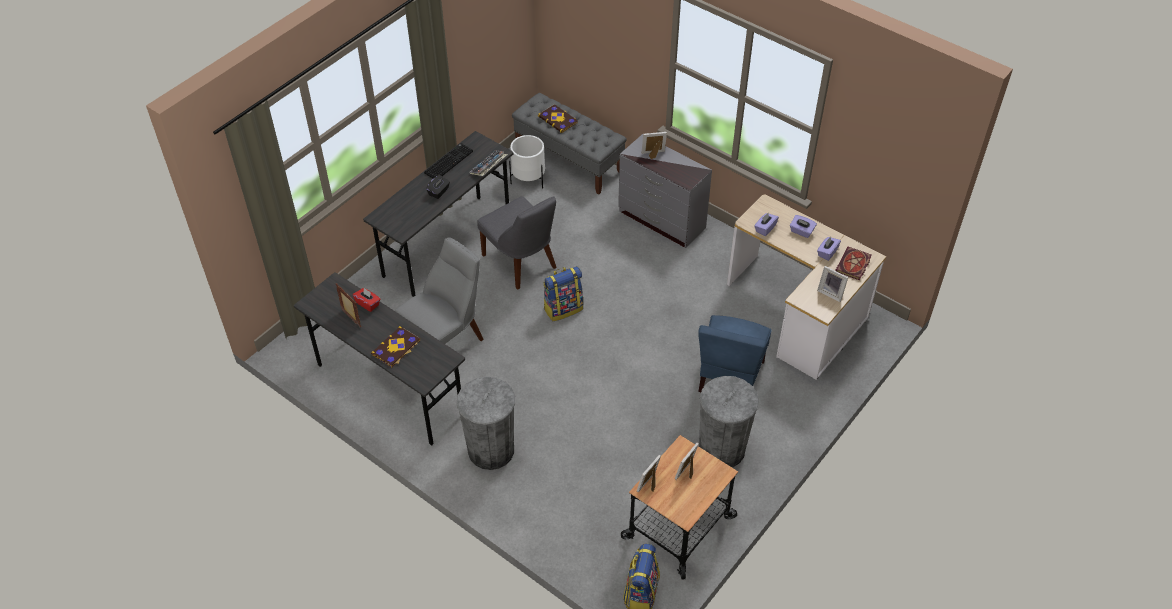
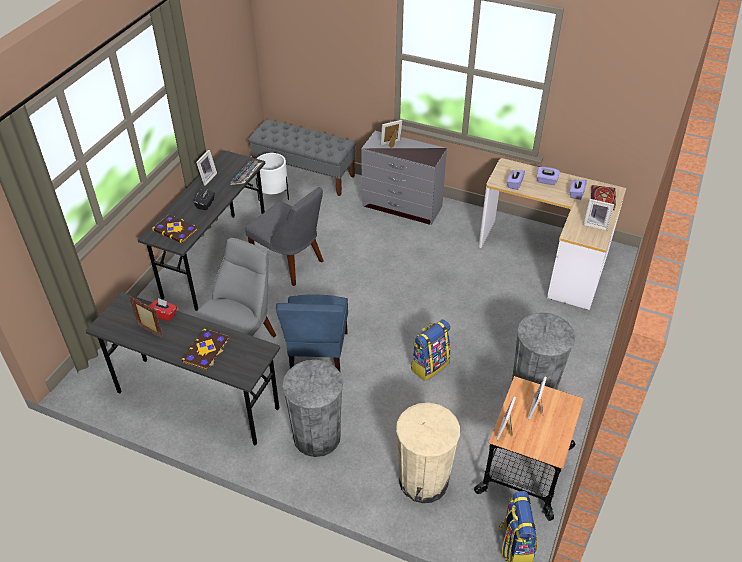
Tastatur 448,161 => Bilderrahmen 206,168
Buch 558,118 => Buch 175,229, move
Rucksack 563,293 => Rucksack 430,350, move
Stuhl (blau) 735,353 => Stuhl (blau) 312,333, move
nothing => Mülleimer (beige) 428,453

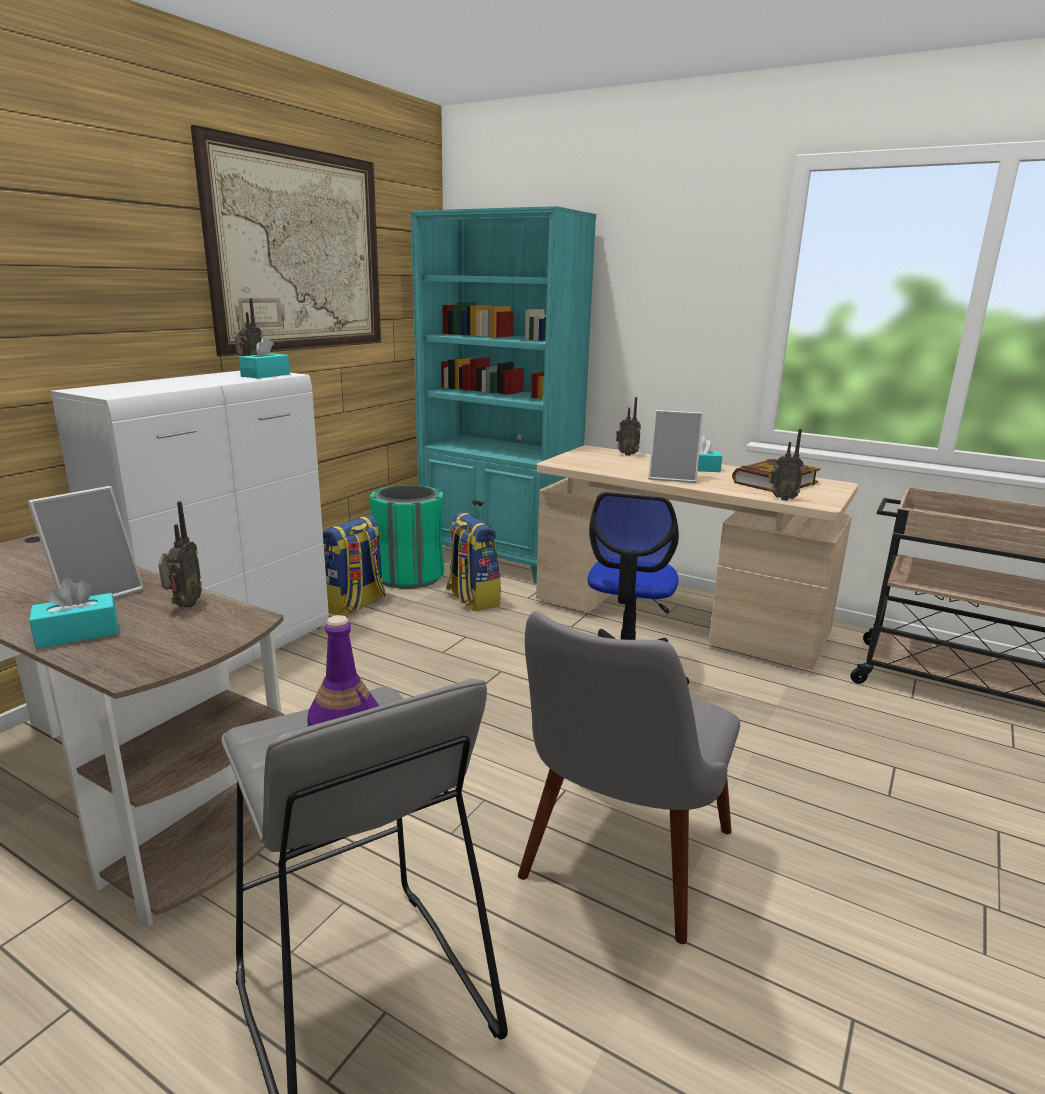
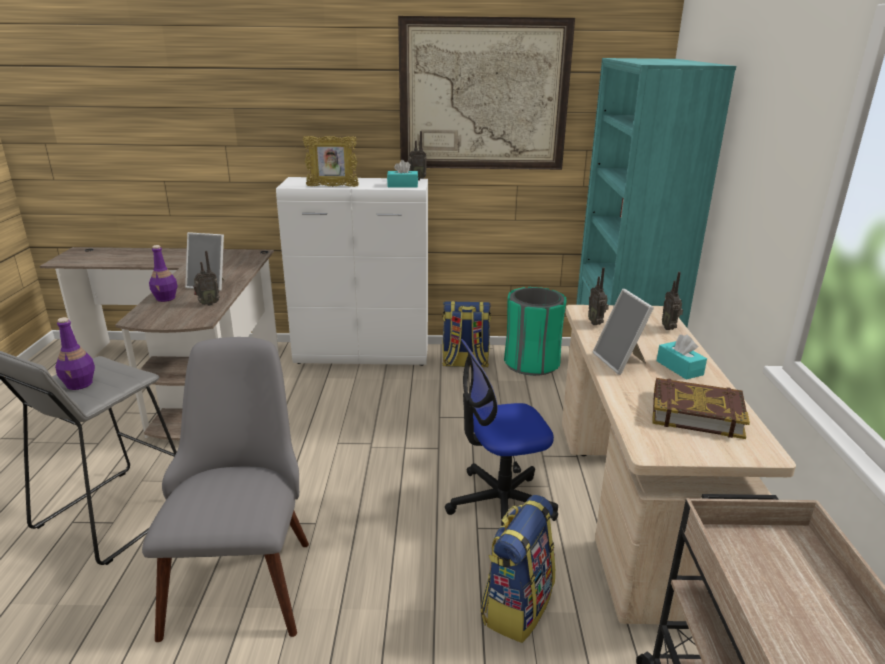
Taschentuchbox (türkis) 73,614 => Flasche (lila) 163,273
Rucksack 473,561 => Rucksack 518,569, move
Stuhl (grau) 629,777 => Stuhl (grau) 225,489, 90 degrees clockwise
Radio 786,465 => Radio 598,296, move
nothing => Bilderrahmen 331,161

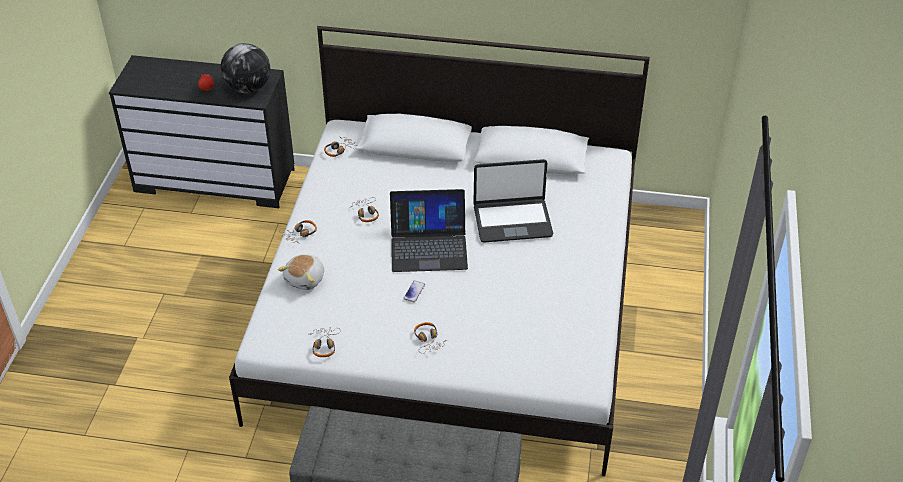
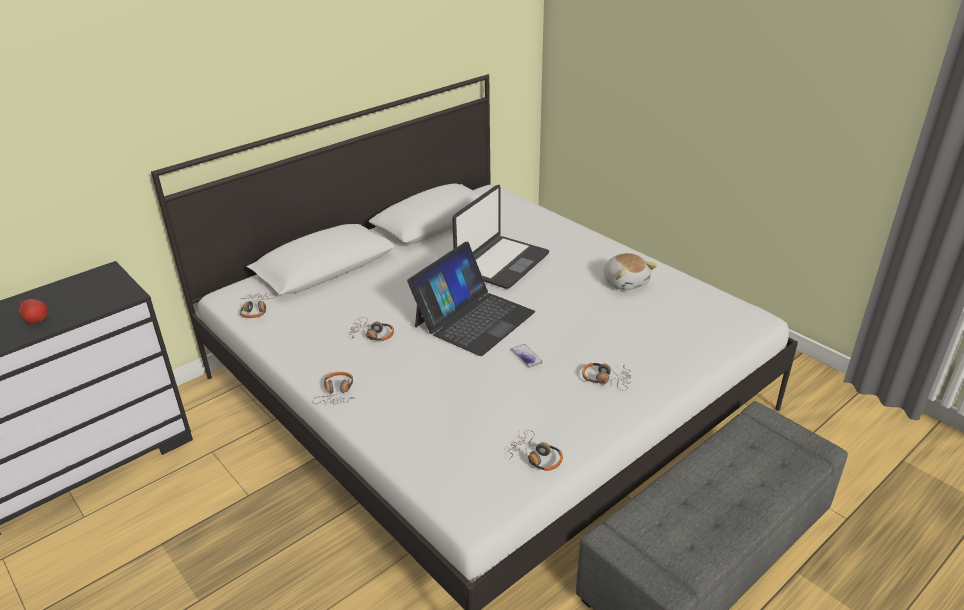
Globus 245,68 => nothing
Plüschtier 301,272 => Plüschtier 630,271, move

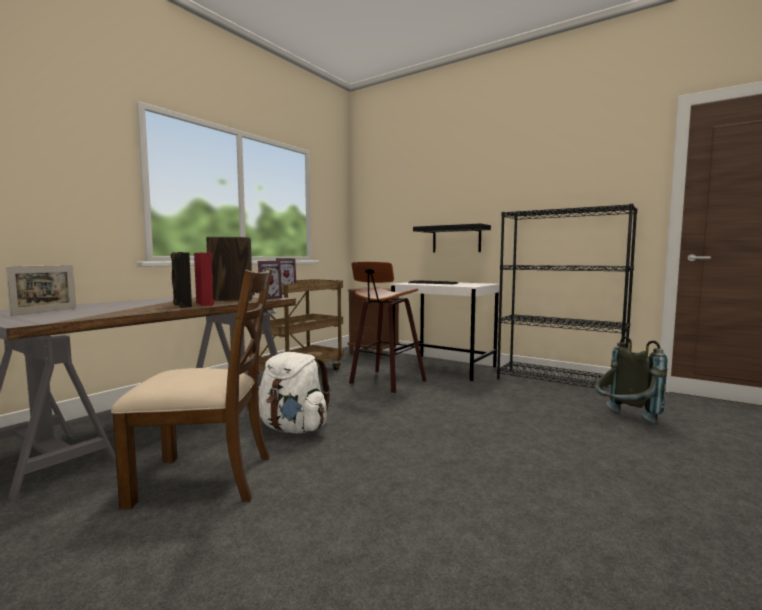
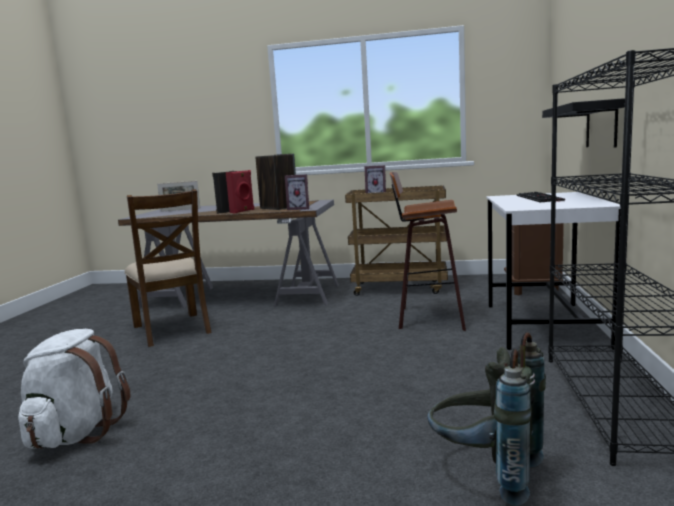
Rucksack (weiß) 294,392 => Rucksack (weiß) 74,389, move

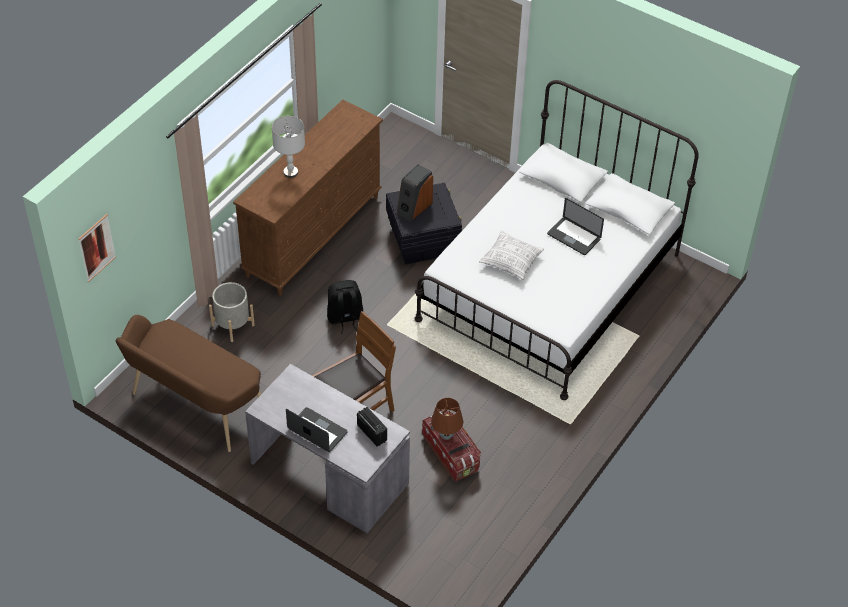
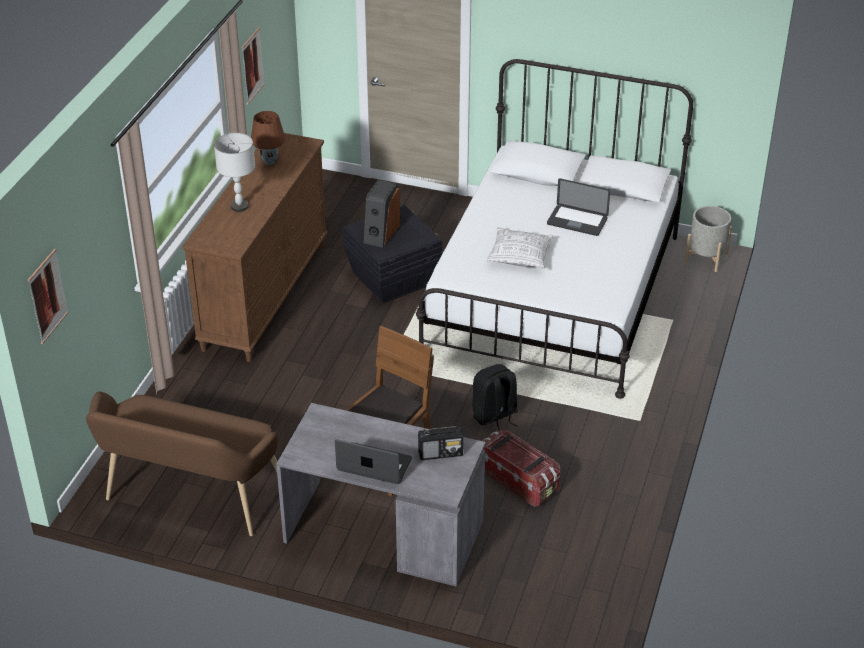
Pflanzkübel (grau) 232,312 => Pflanzkübel (grau) 708,239, move
Rucksack (schwarz) 345,307 => Rucksack (schwarz) 495,397, move
Radio 372,426 => Radio 440,443, 135 degrees clockwise
Tischlampe (braun) 447,419 => Tischlampe (braun) 268,138, move
nothing => Bild 253,66

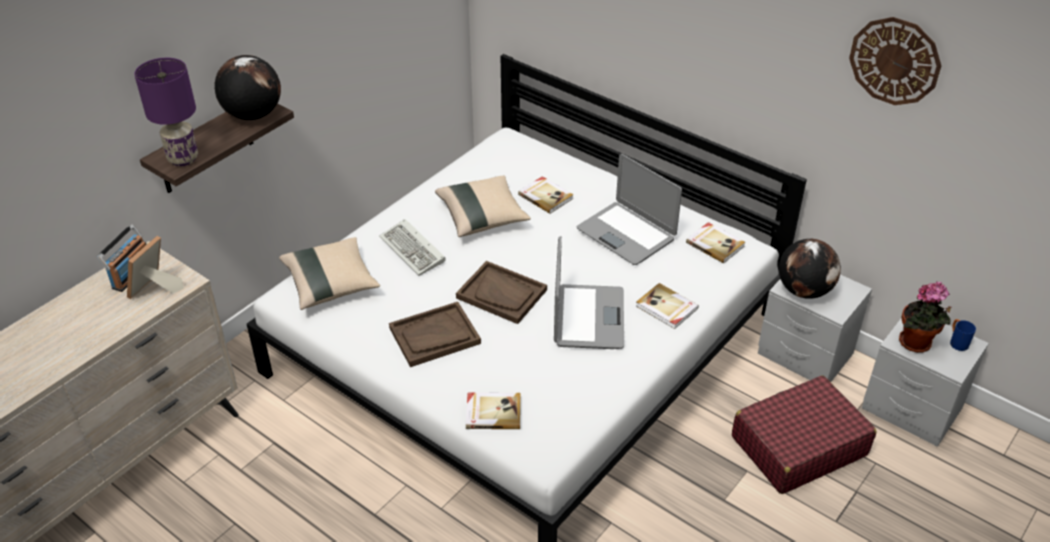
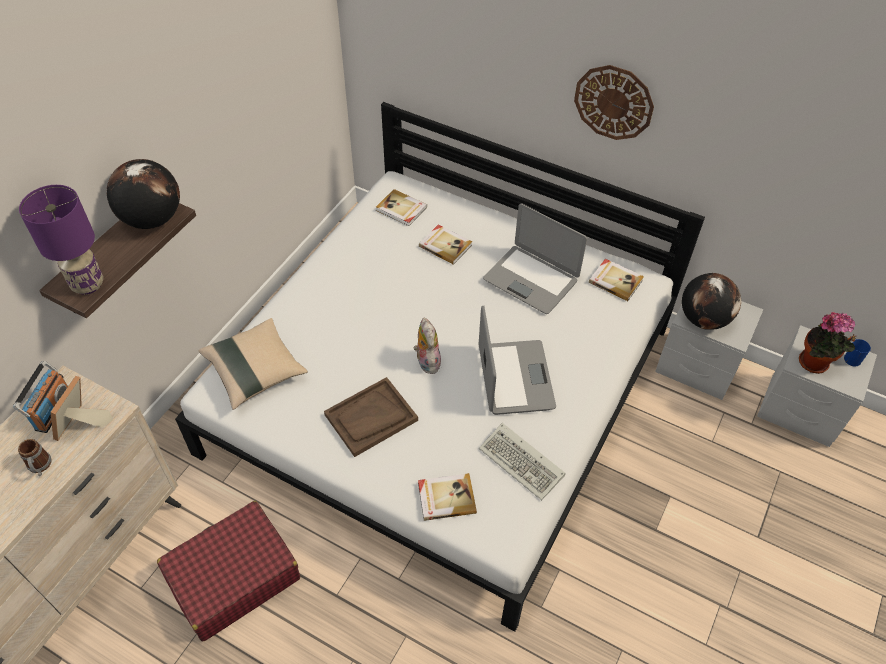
Tastatur 412,247 => Tastatur 522,462, move
Kissen (beige) 483,206 => nothing
Tablett (braun) 501,292 => Plüschtier 427,346
Buch 667,306 => Buch 401,207, move
Koffer (rot) 804,434 => Koffer (rot) 228,571, move
Wanduhr 895,61 => Wanduhr 614,102, move
nothing => Henkelbecher 35,457

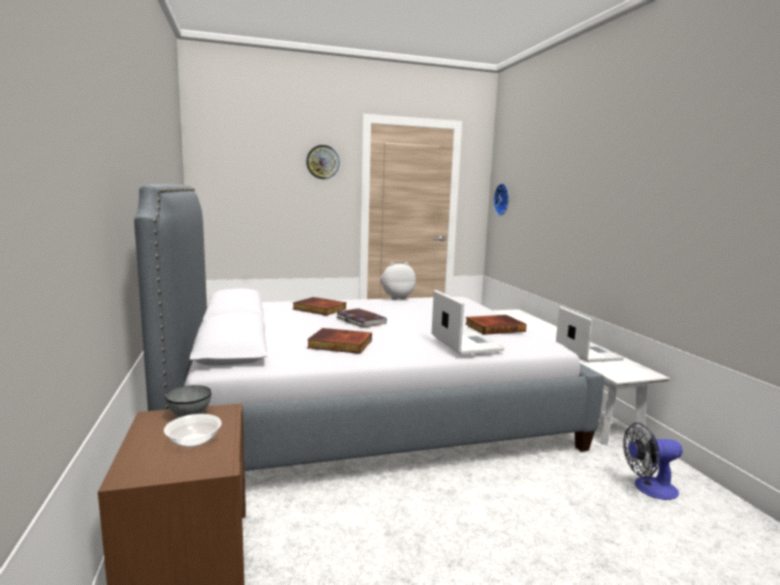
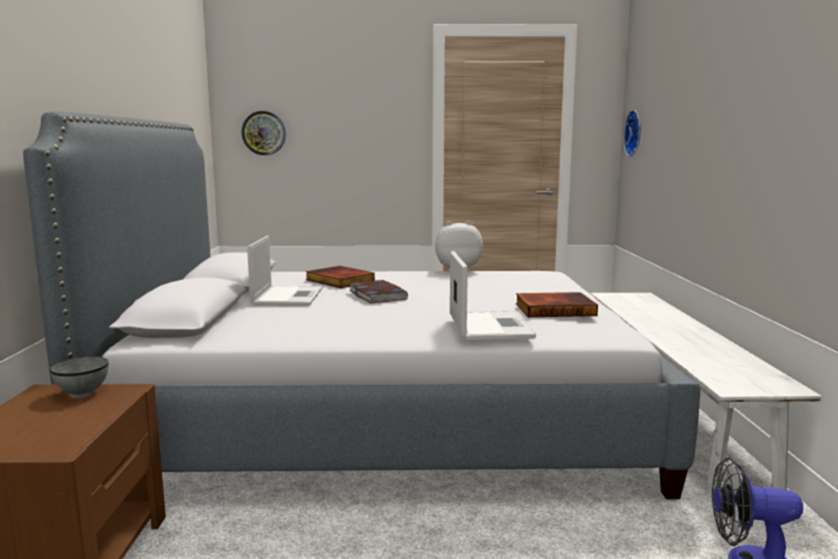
Schüssel 193,430 => nothing
Wanduhr 323,162 => Wanduhr 264,133, move
Buch 339,341 => nothing
Laptop 590,334 => Laptop 285,270, move

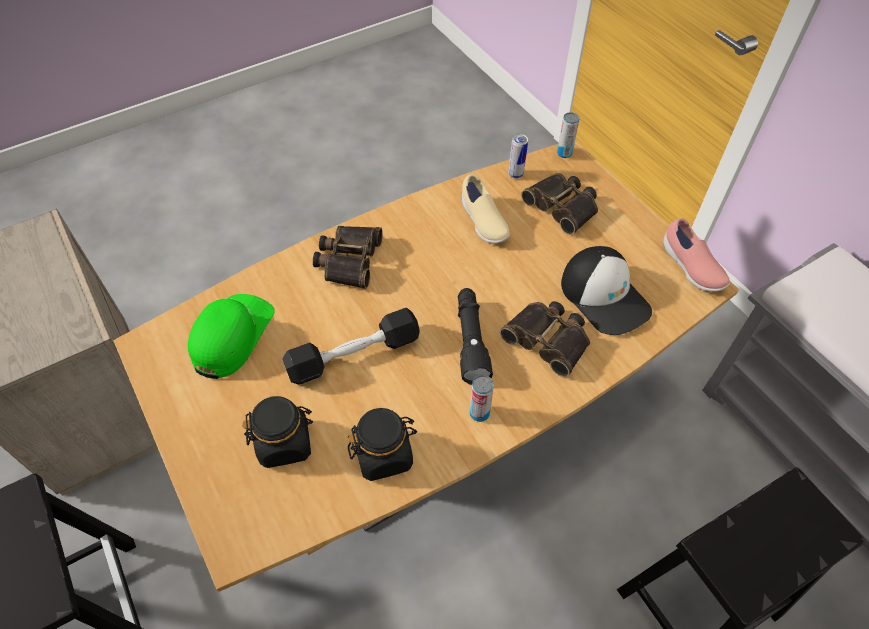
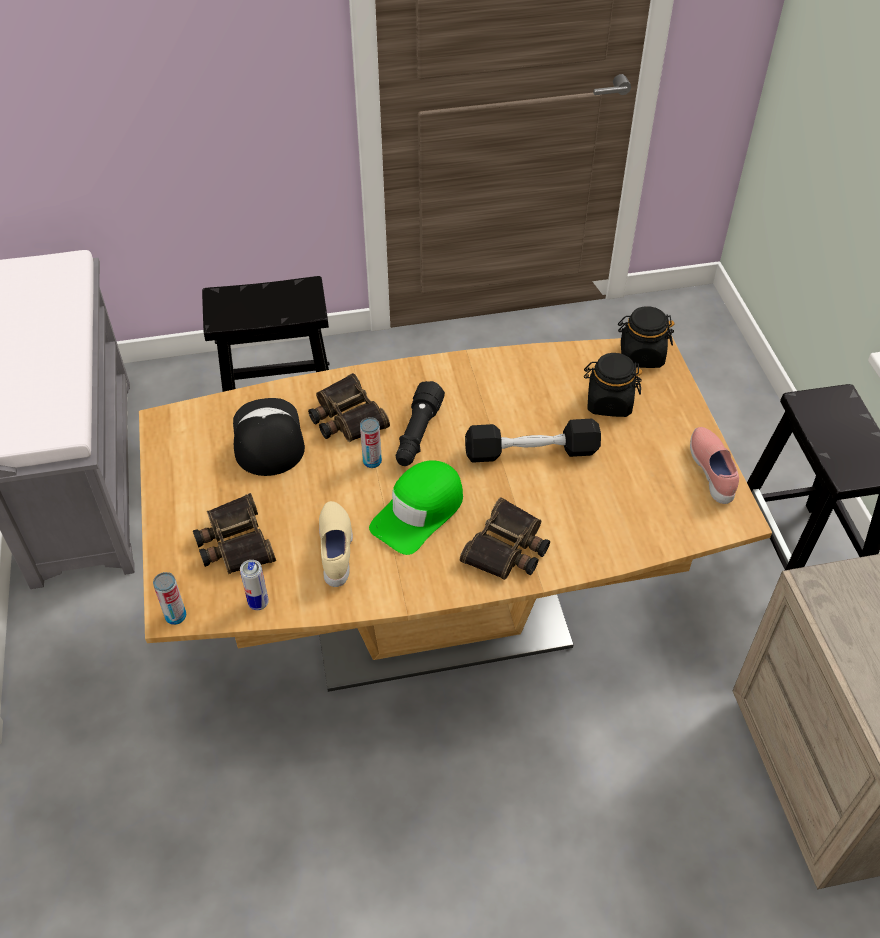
Kappe (grün) 231,336 => Kappe (grün) 416,507, move
Vorratsglas (schwarz) 382,444 => Vorratsglas (schwarz) 646,337, move
Dose 482,398 => Dose 371,442, move
Schuh (rosa) 697,255 => Schuh (rosa) 714,465, move

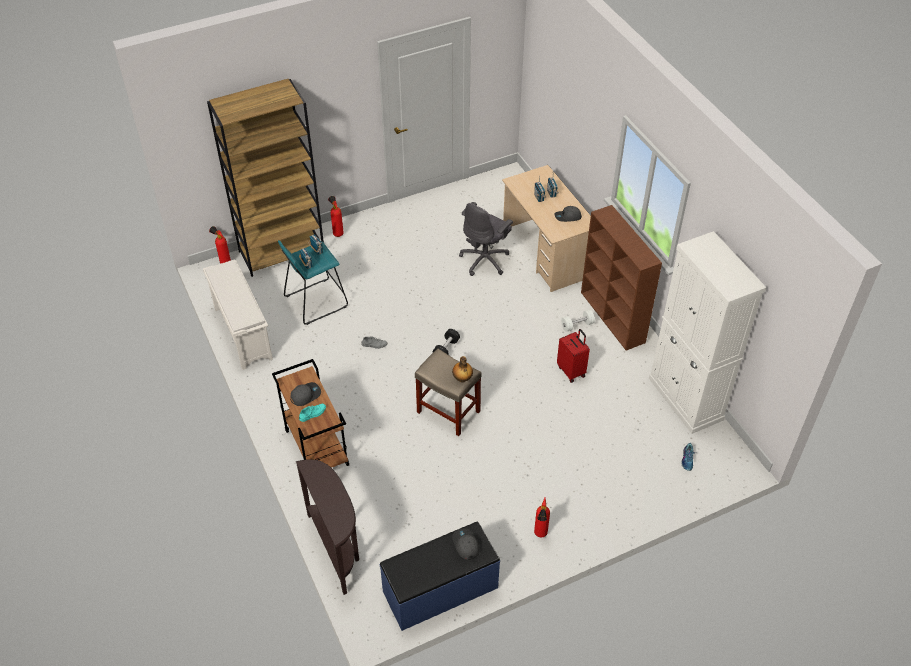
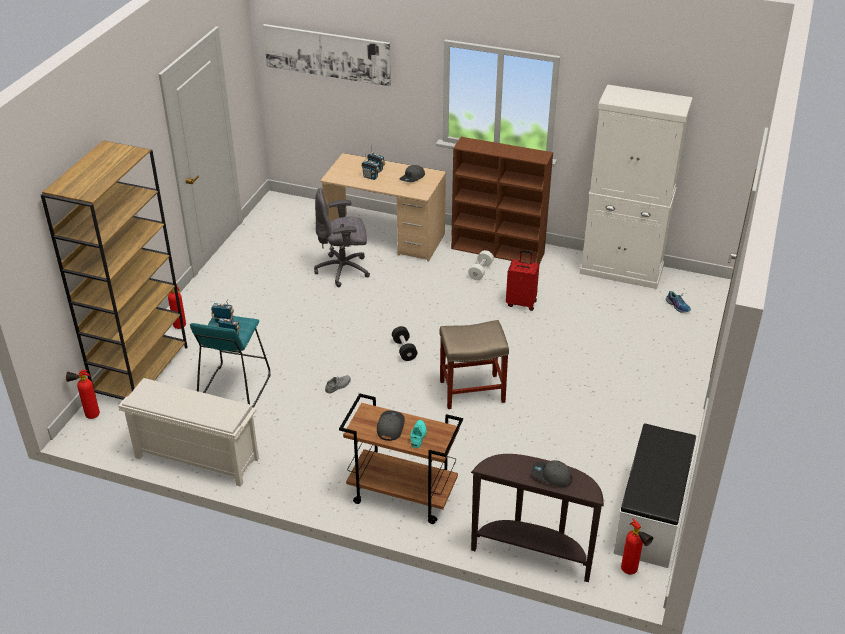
Bank (blau) 440,576 => Bank (weiß) 654,496
Flasche 462,369 => nothing
Kappe (grau) 466,544 => Kappe (grau) 551,473, move
Bürostuhl (grau) 486,239 => Bürostuhl (grau) 342,237, 90 degrees clockwise
Feuerlöscher 542,517 => Feuerlöscher 637,546, move
nothing => Bild 327,55

